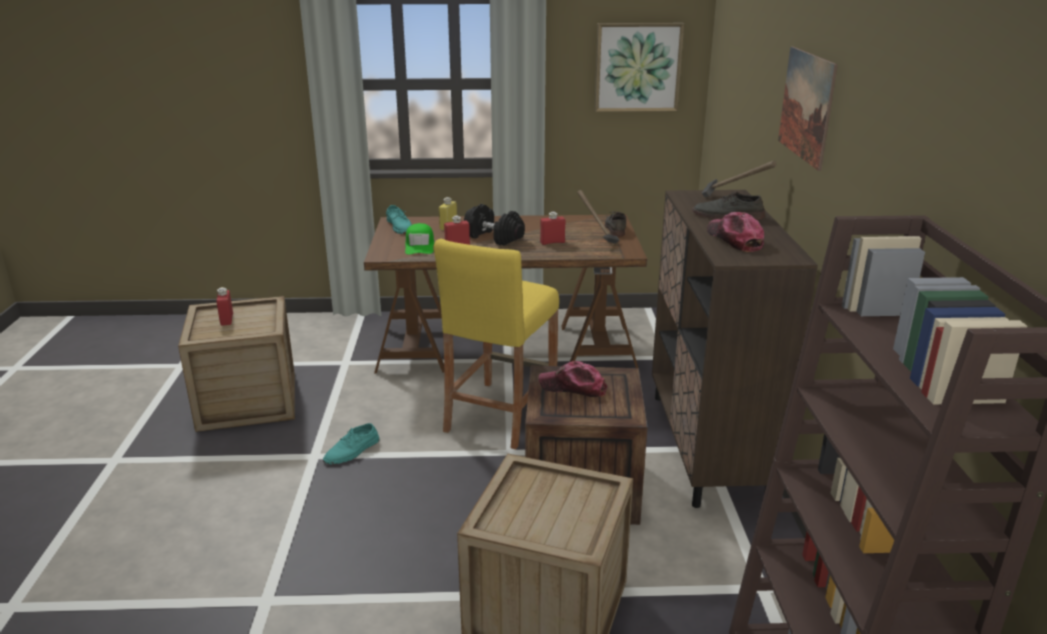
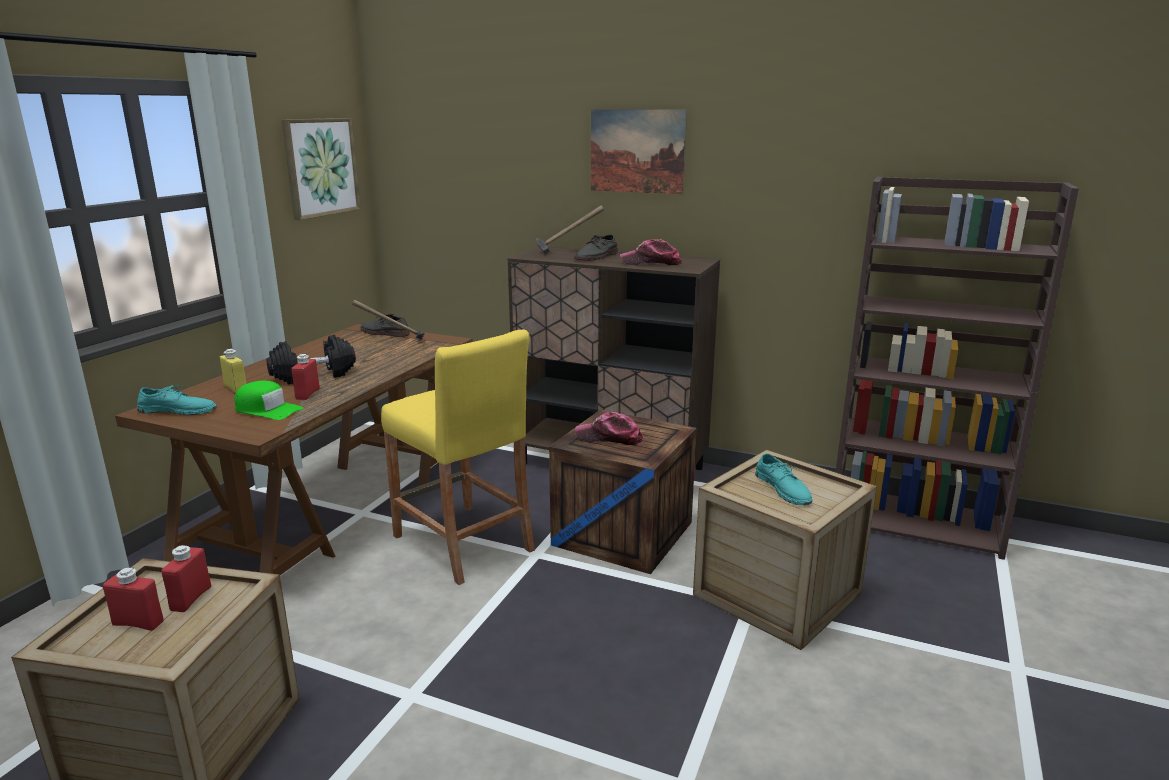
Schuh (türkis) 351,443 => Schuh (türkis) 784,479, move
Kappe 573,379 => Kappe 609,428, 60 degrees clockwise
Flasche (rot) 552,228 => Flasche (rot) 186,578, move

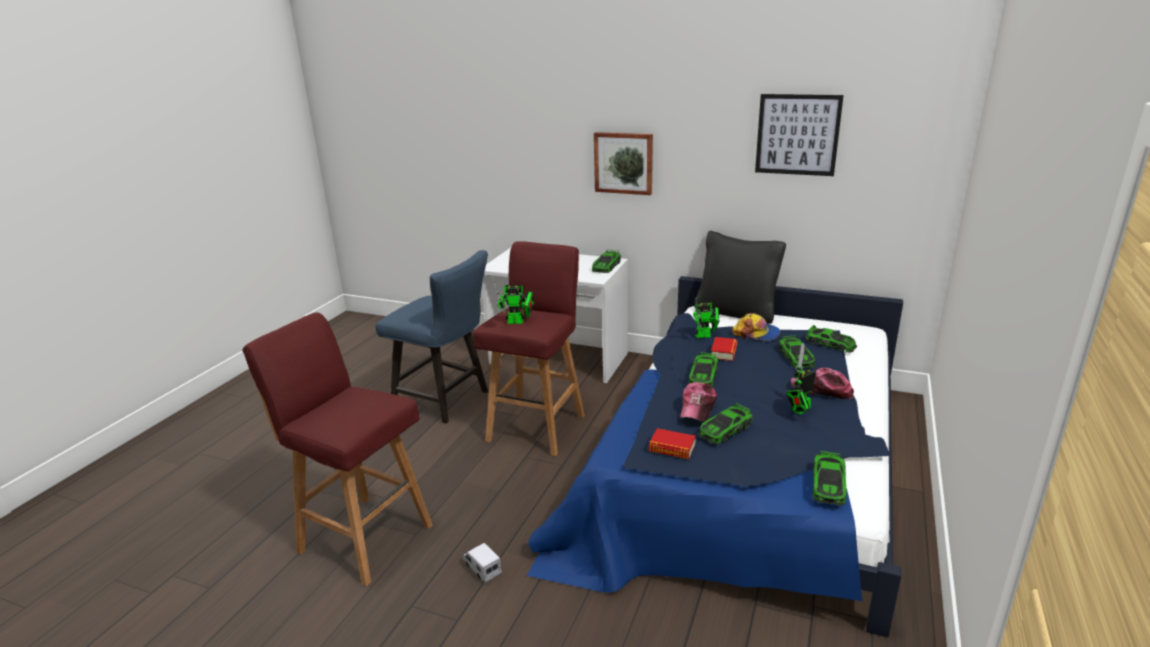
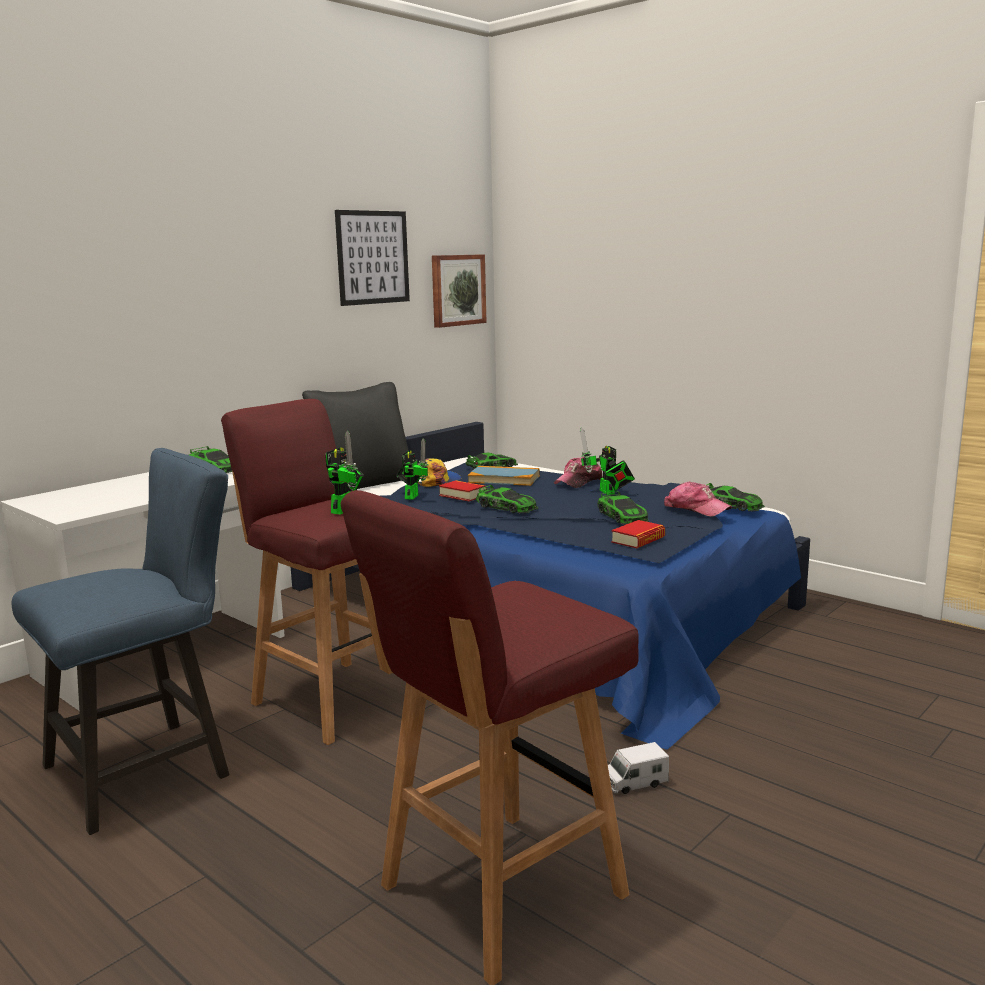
Bild 623,163 => Bild 459,291, move
Kappe 698,402 => Kappe 698,498, move
Spielzeugauto 797,351 => Buch 504,476

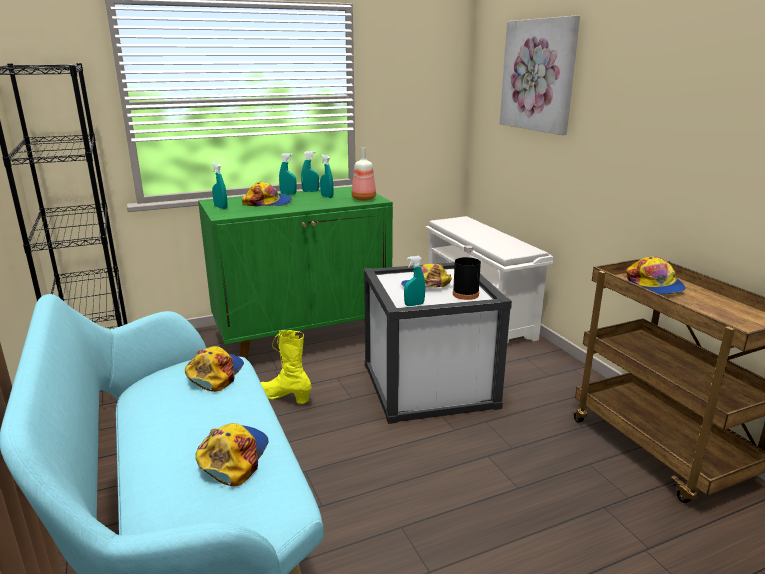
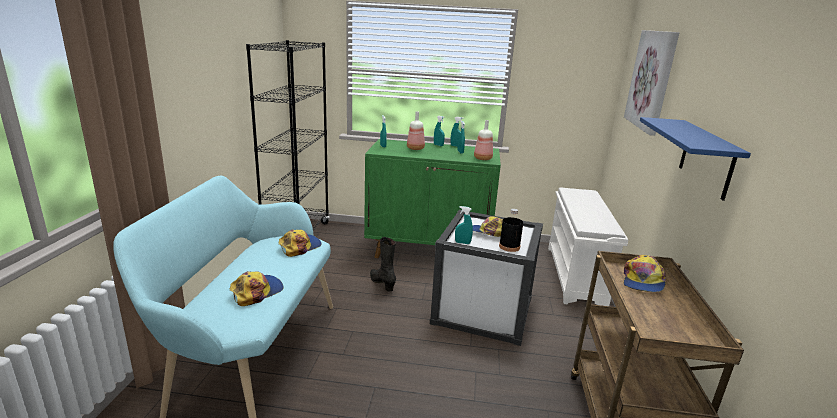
Kappe 267,194 => Flasche 416,131
Stiefel (gelb) 286,367 => Stiefel (schwarz) 383,264
nothing => Wandregal (blau) 695,159

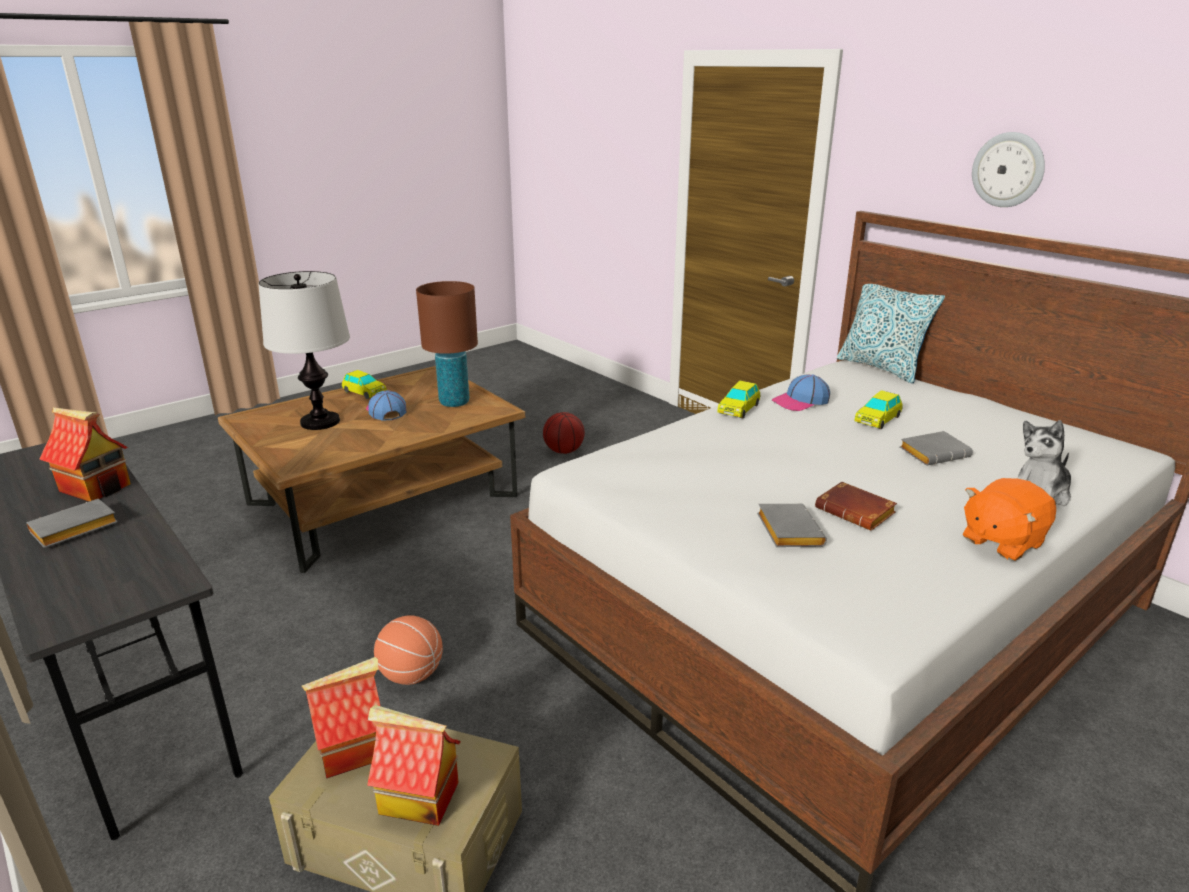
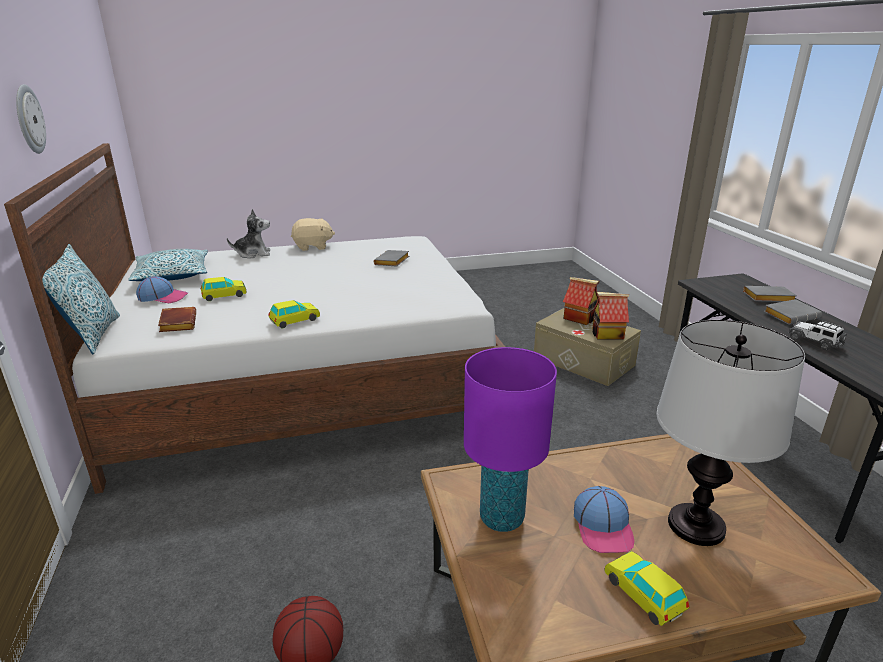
Spielzeughaus 85,455 => Spielzeugauto 818,335
Basketball 408,650 => nothing
Tischlampe (braun) 447,344 => Tischlampe (lila) 510,439
Kappe 801,392 => Kappe 162,289, move
Buch (braun) 856,506 => Buch (braun) 177,319, move
Buch (grau) 936,448 => Buch (grau) 770,294, move
Plüschtier (orange) 1009,519 => Plüschtier (beige) 313,234
nothing => Kissen 168,265

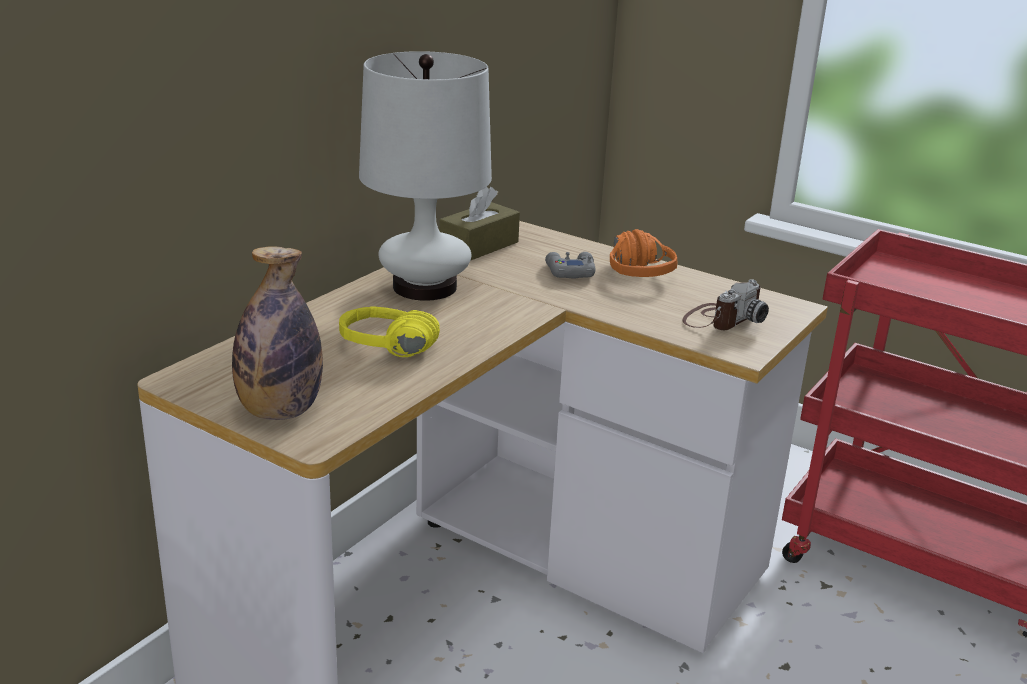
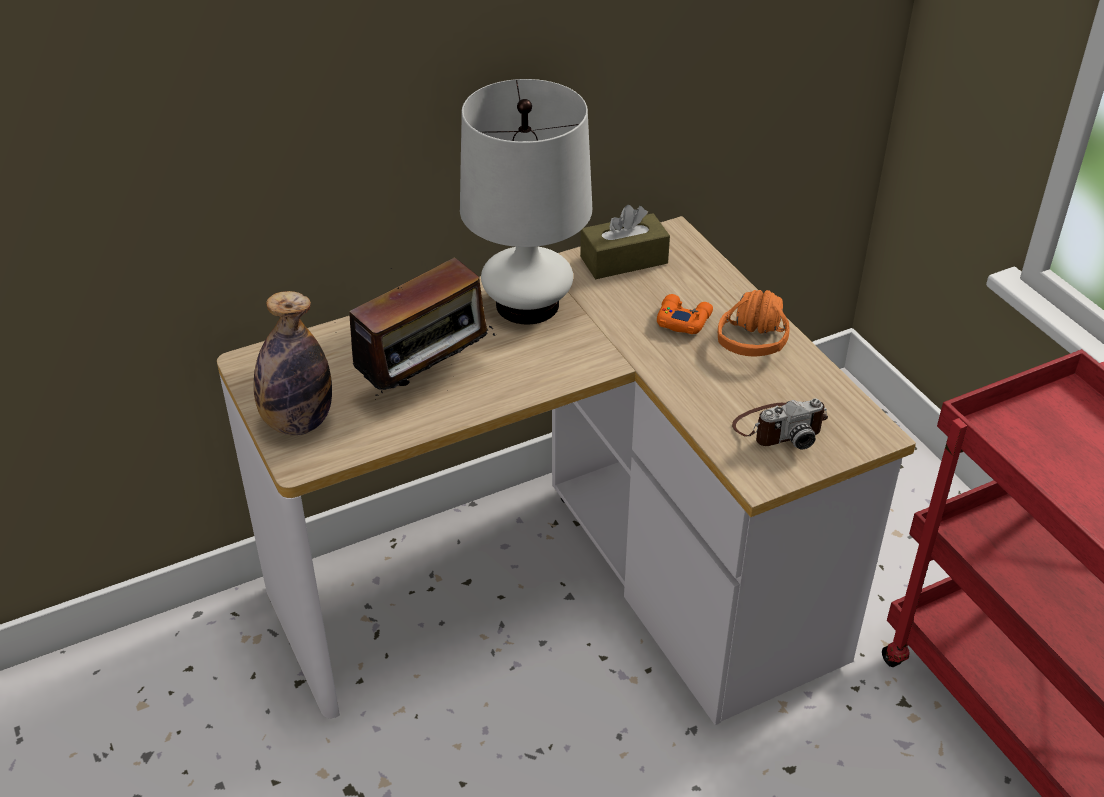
Kopfhörer (gelb) 389,331 => Radio 414,328
Gamepad (grau) 570,265 => Gamepad (orange) 685,314

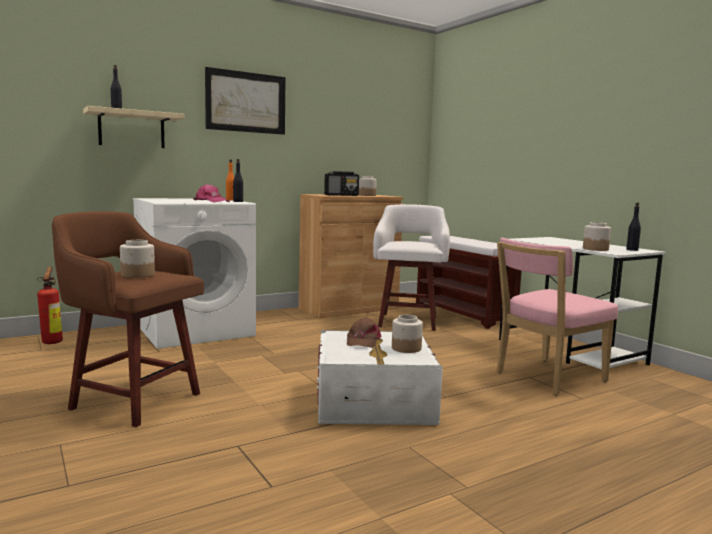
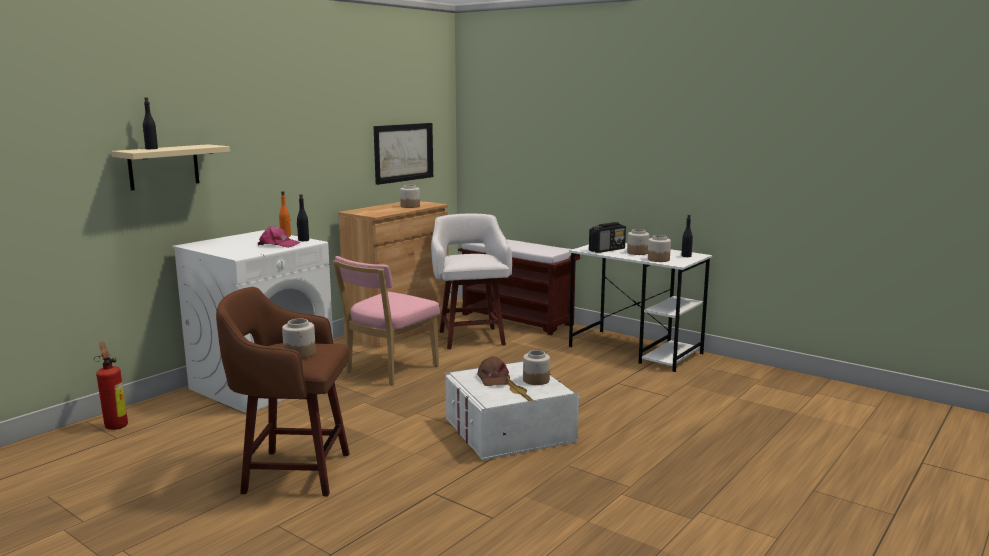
Bild 245,101 => Bild 403,154, move
Radio 341,183 => Radio 607,237, move
Stuhl (rosa) 557,317 => Stuhl (rosa) 386,320, move
nothing => Vorratsglas 638,242

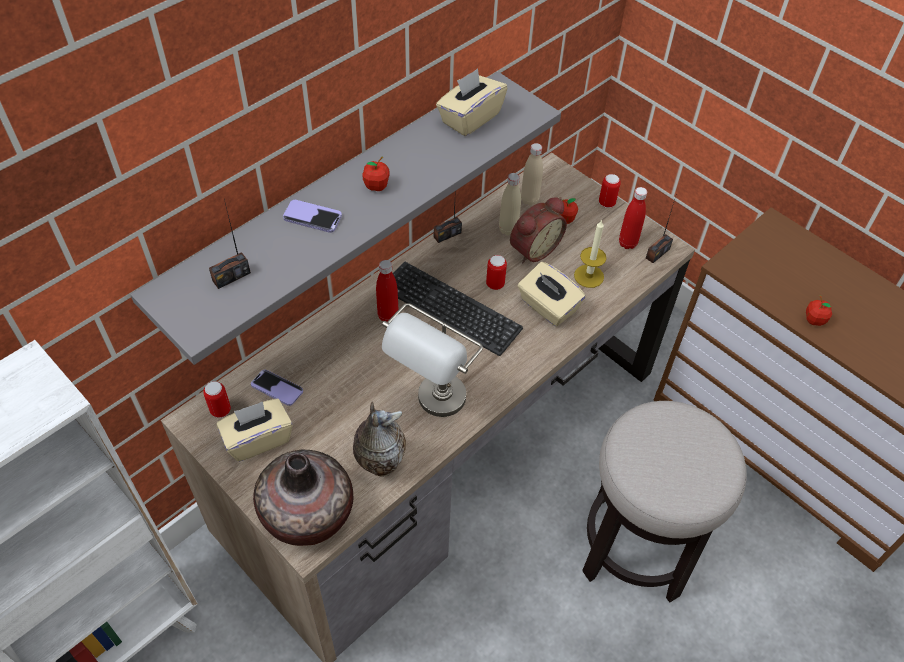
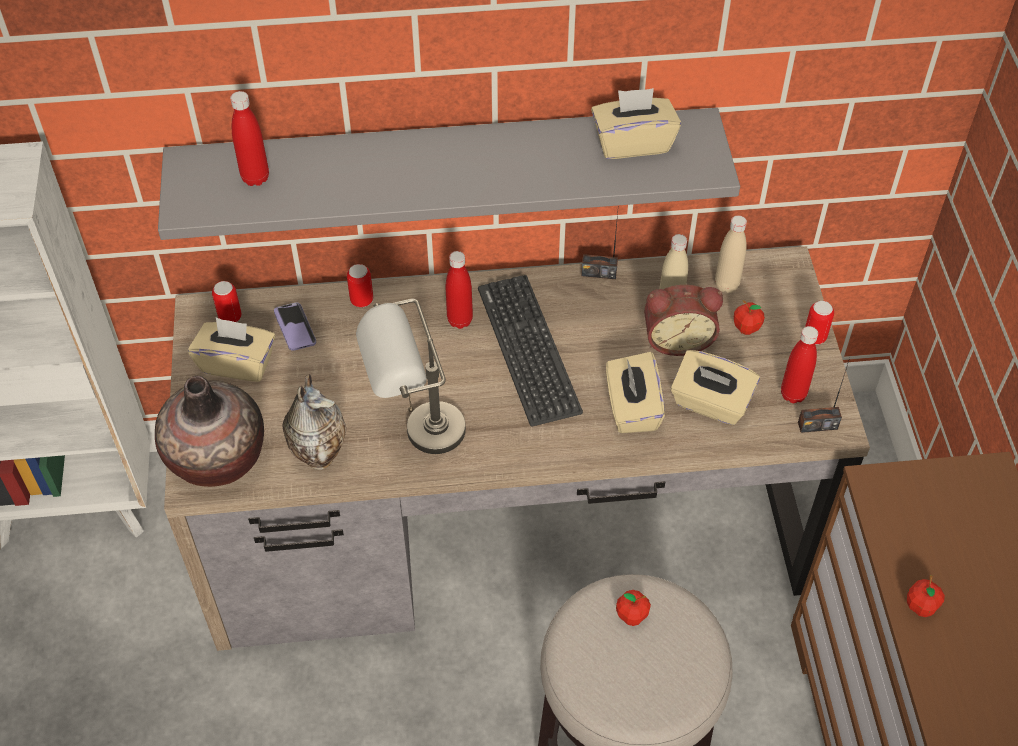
Radio 230,244 => Flasche (rot) 249,138
Handy 312,216 => nothing
Apfel 375,173 => Apfel 633,608, move
Dose 496,272 => Dose 360,285, move
Kerze 590,253 => Taschentuchbox (beige) 715,387

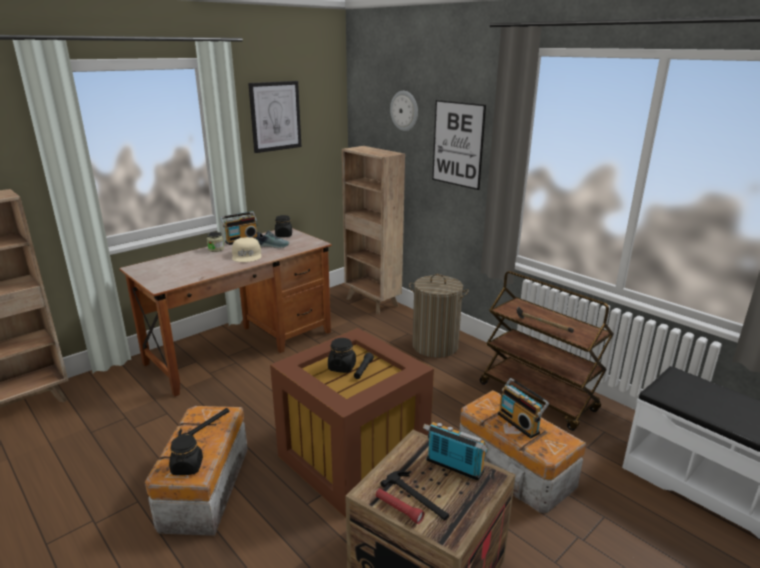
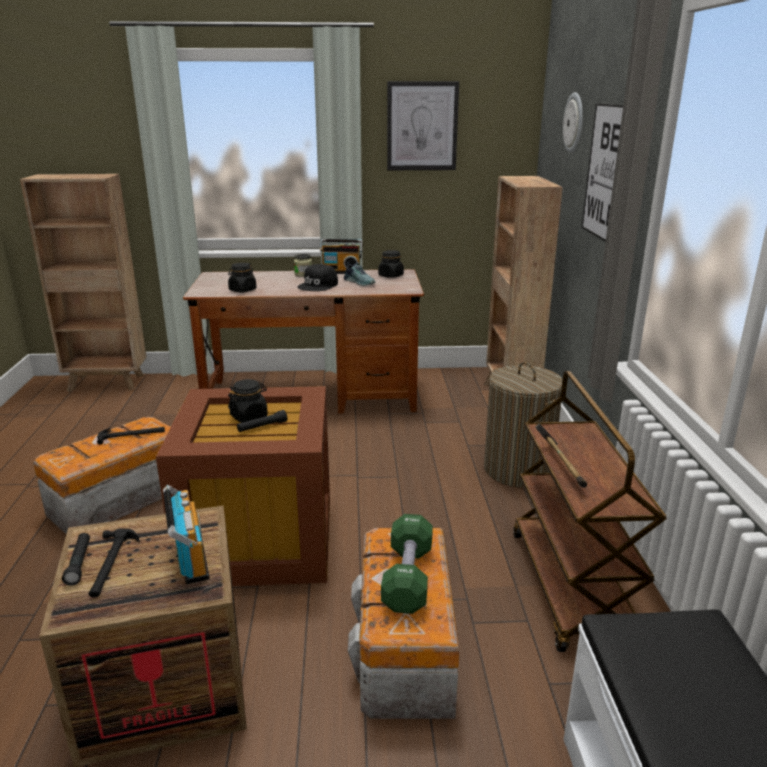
Vorratsglas (schwarz) 186,454 => Vorratsglas (schwarz) 242,277, move
Kappe (beige) 246,249 => Kappe (schwarz) 318,277
Taschenlampe (rot) 400,506 => Taschenlampe (schwarz) 76,559
Radio 523,408 => Hantel (grün) 407,564

